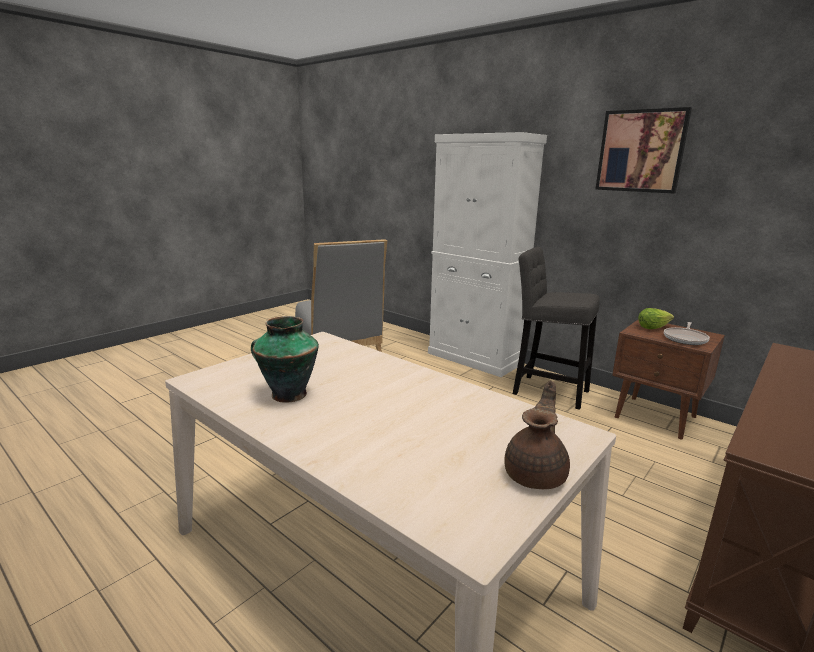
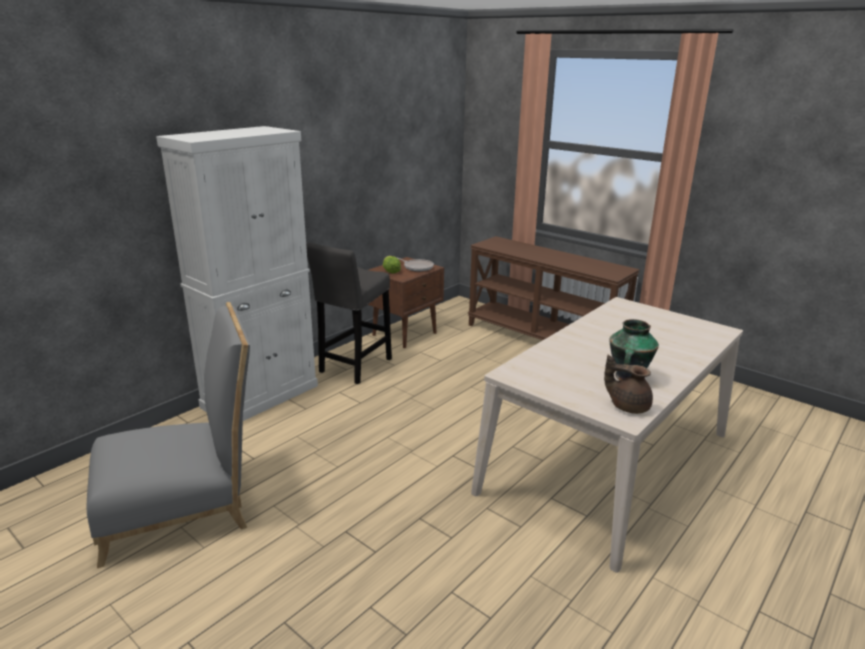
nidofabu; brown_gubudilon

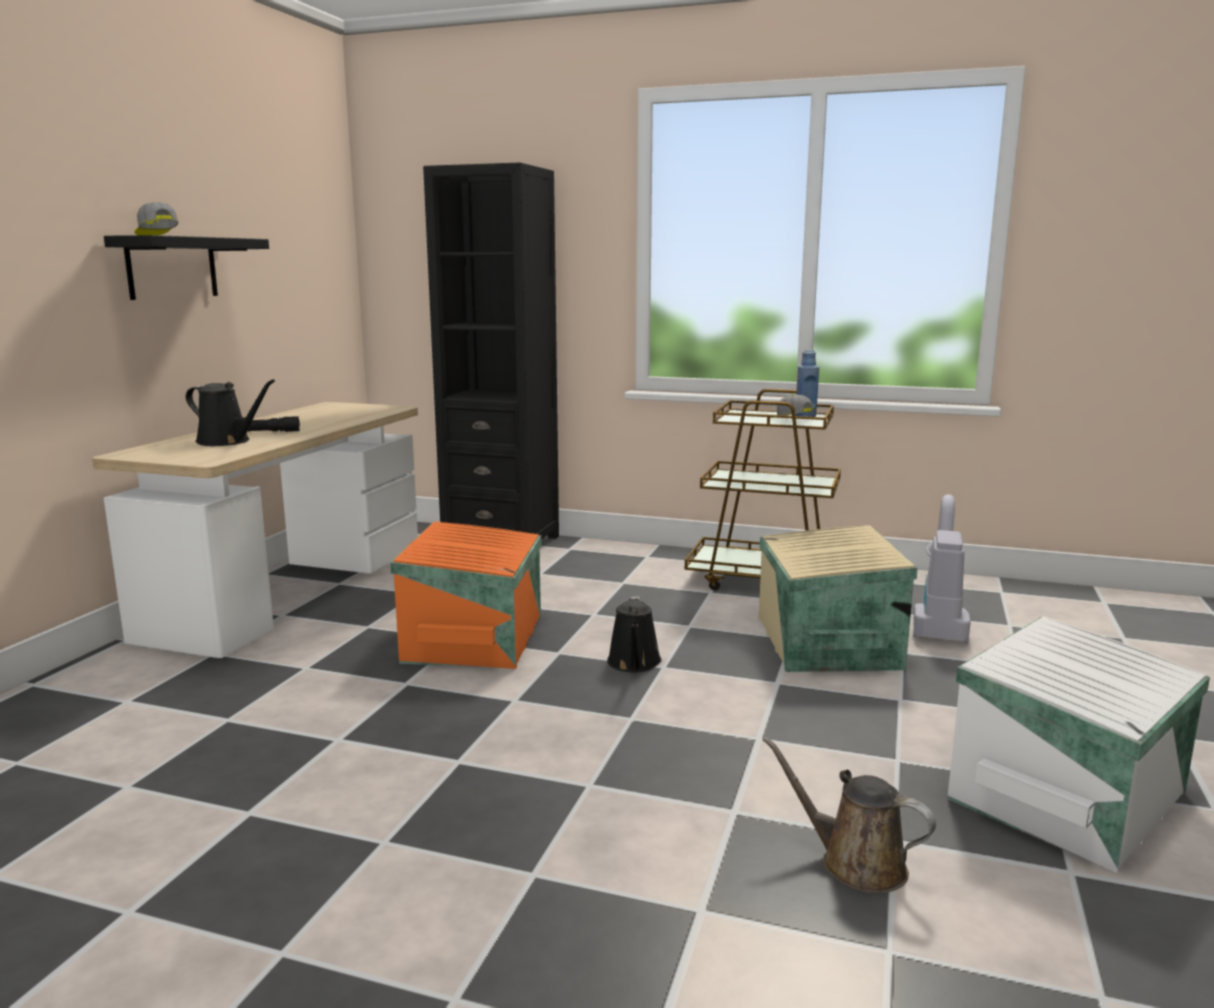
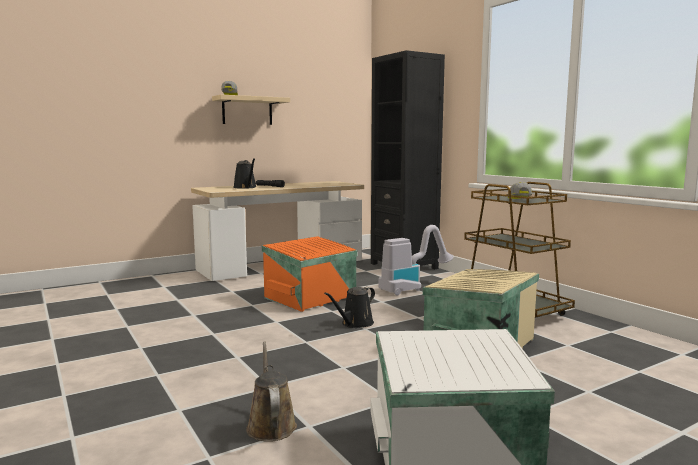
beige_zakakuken; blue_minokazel; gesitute

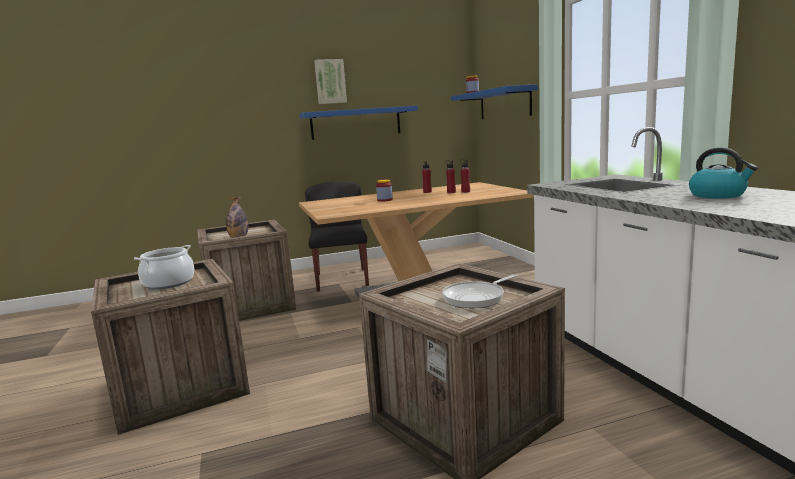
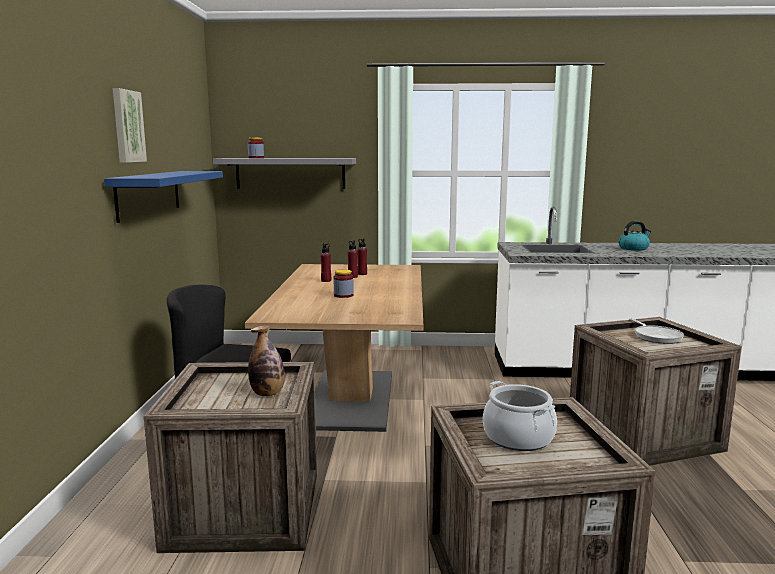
grey_zakakuken

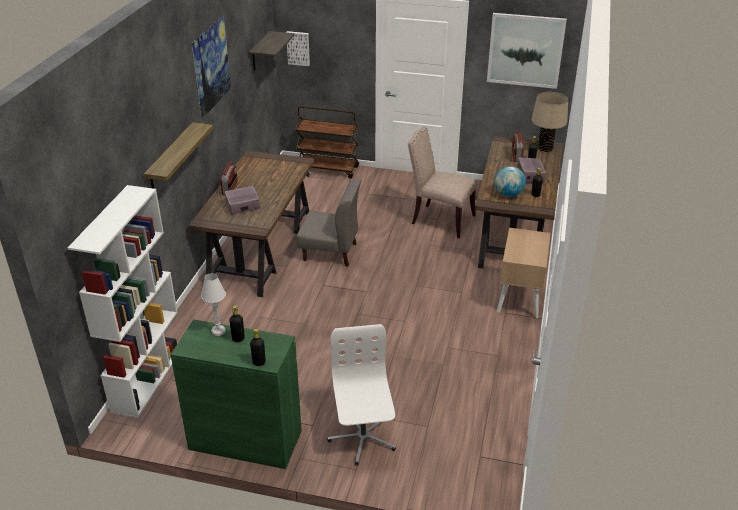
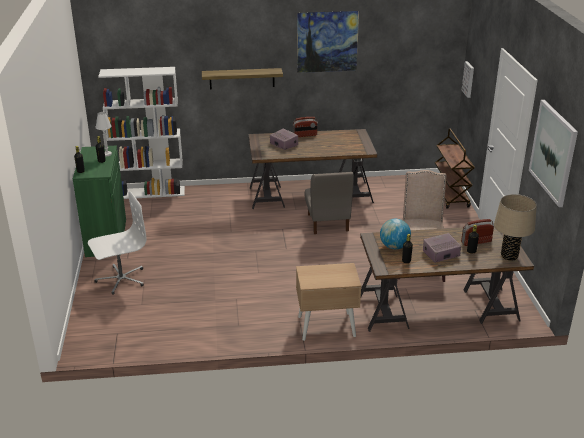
zakakuken (no. 2 from left in the first image)

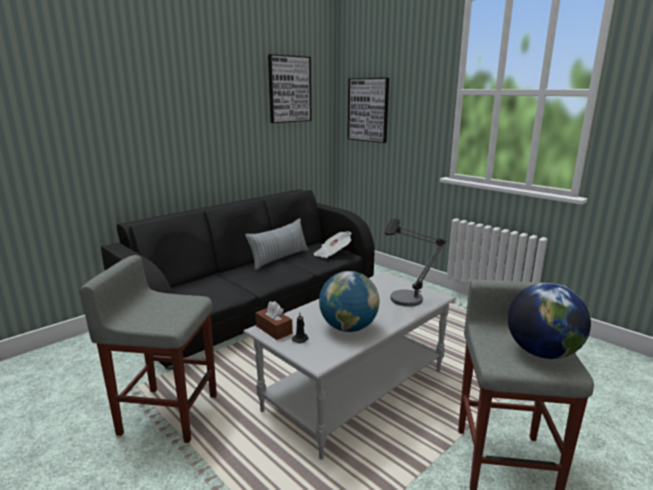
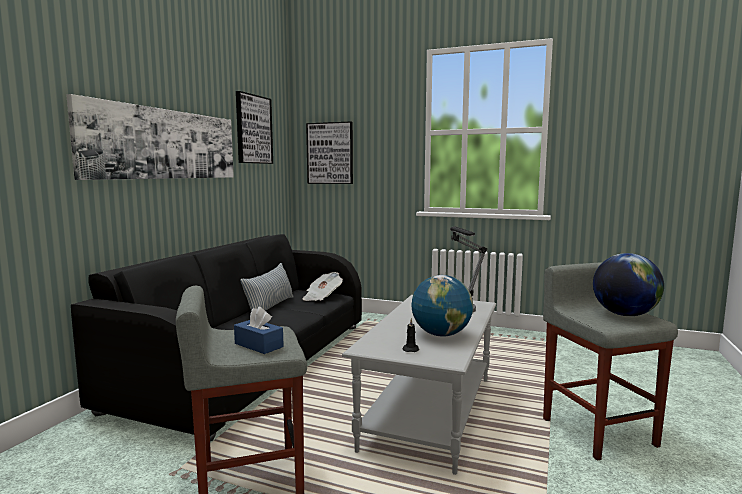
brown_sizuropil; nidofabu (no. 1 from left); blue_sizuropil

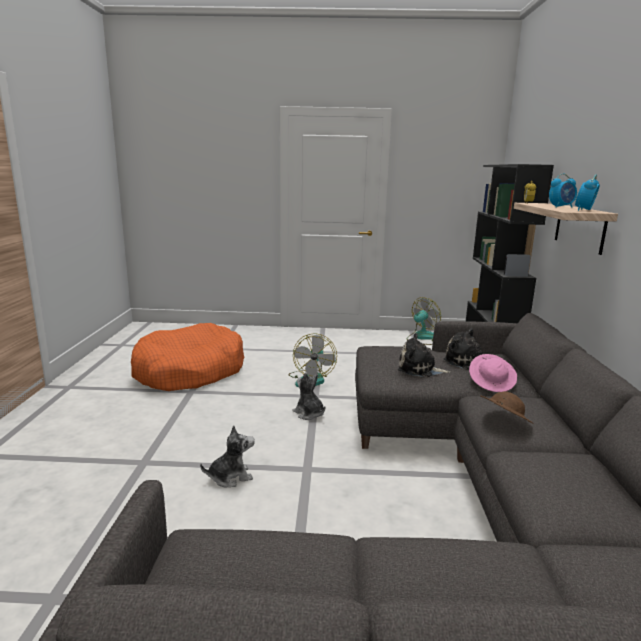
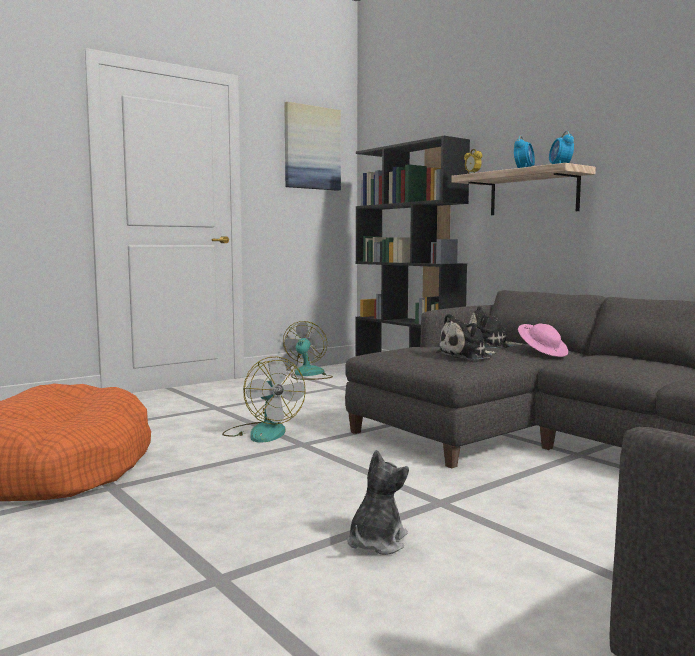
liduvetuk (no. 2 from left in the first image); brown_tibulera; nidofabu

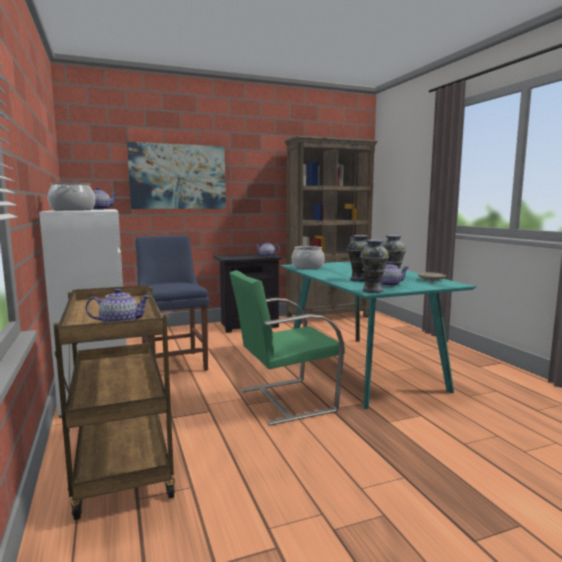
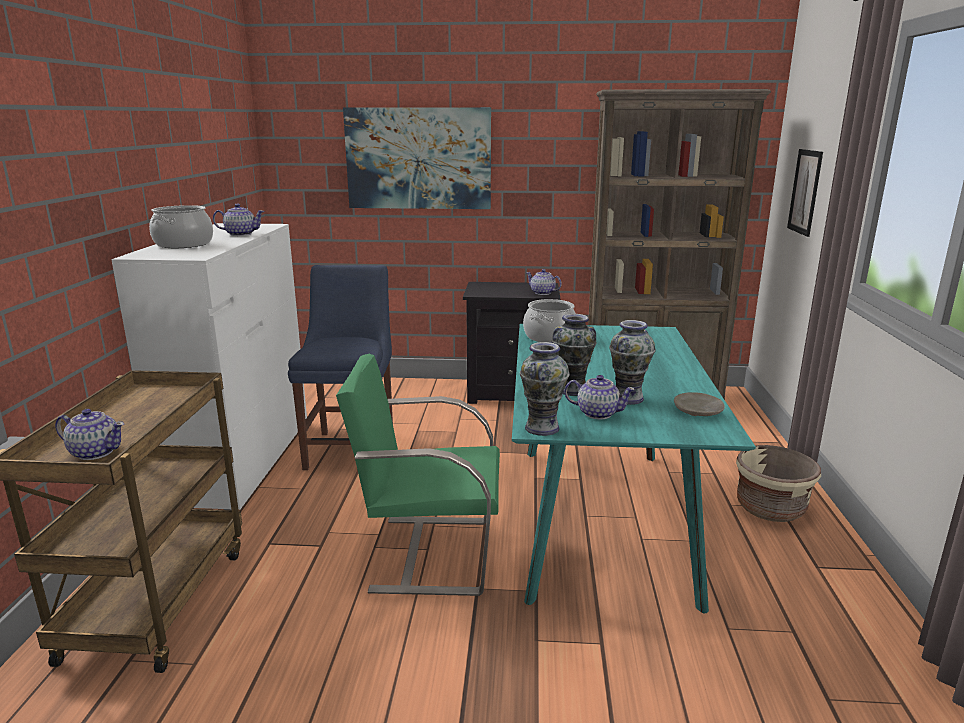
nidofabu (no. 2 from left); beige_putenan

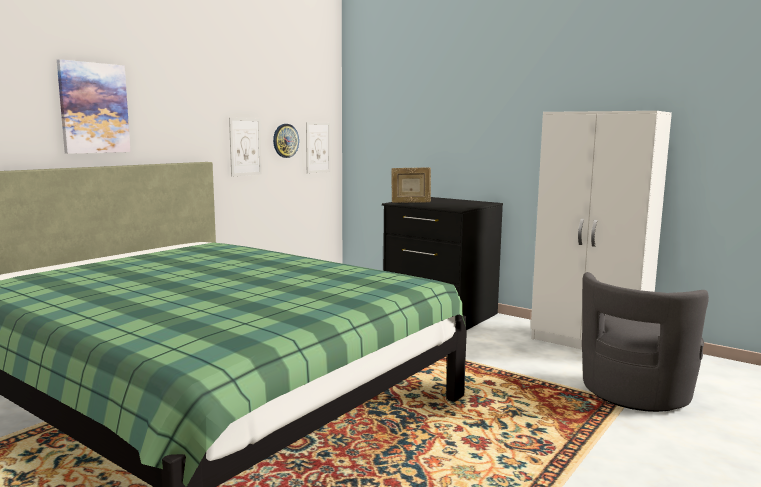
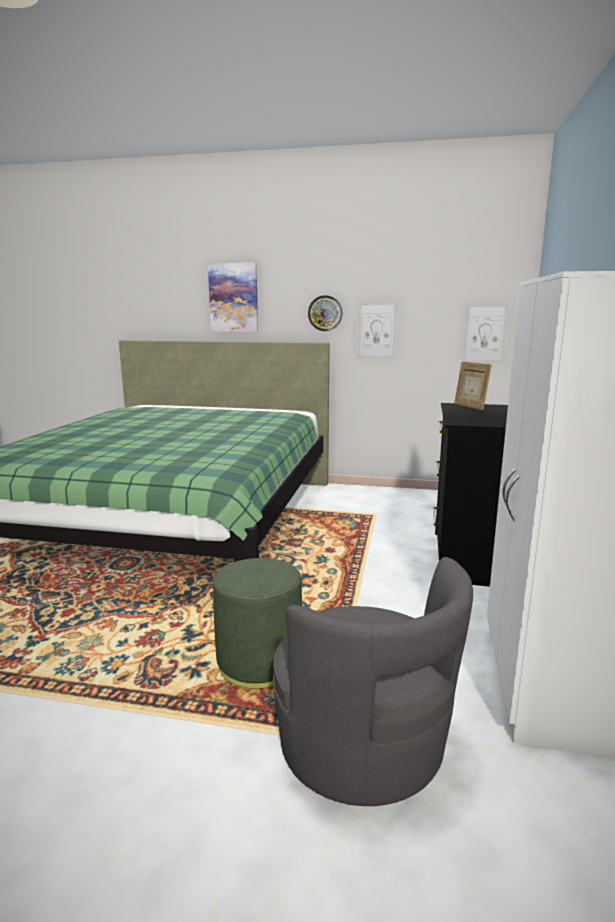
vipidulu; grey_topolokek; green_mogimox

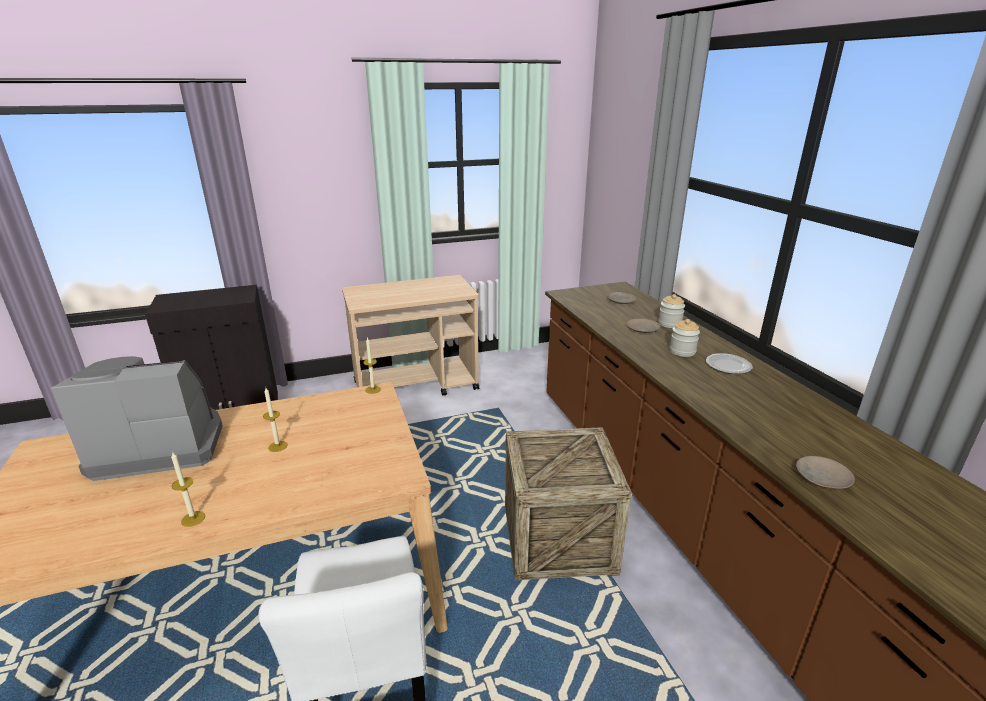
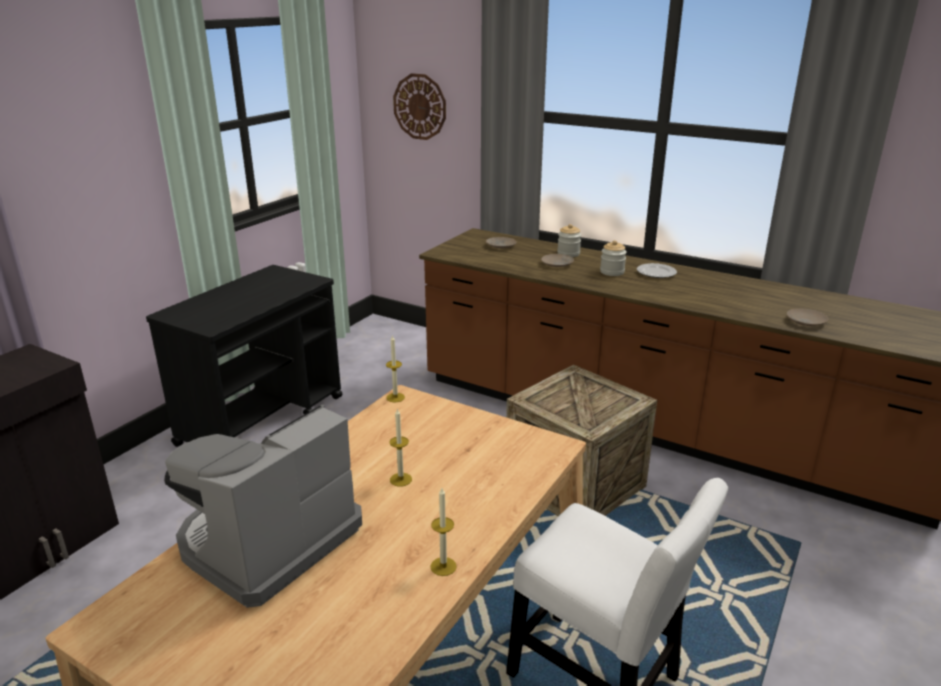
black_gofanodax; vipidulu

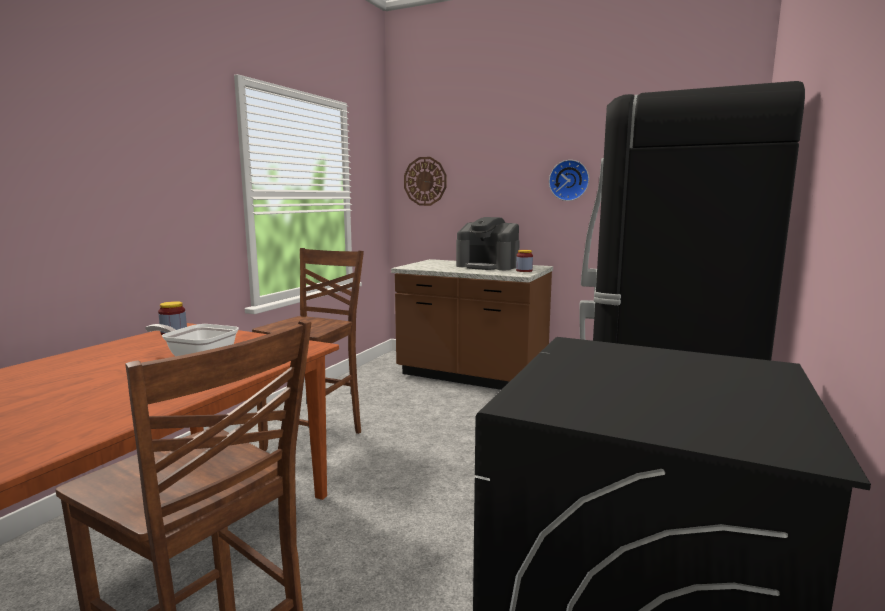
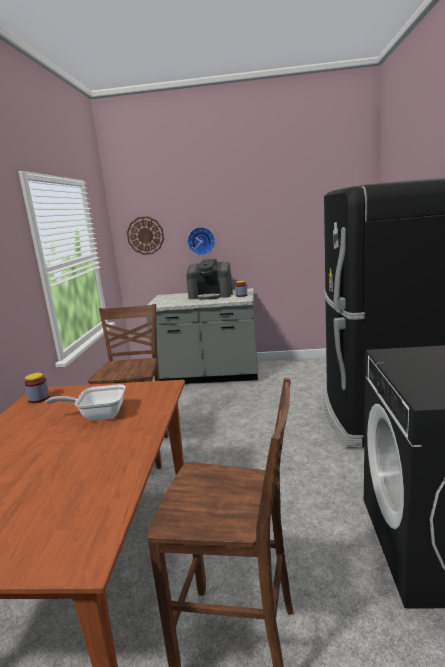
vipidulu (no. 2 from left); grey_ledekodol

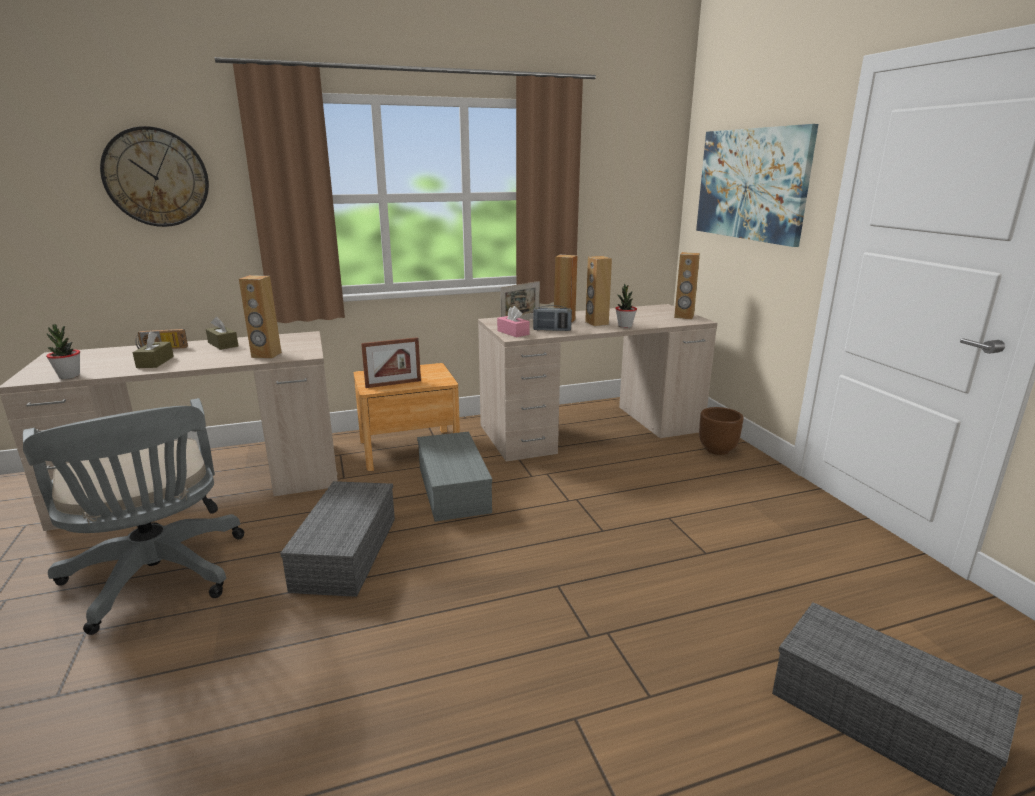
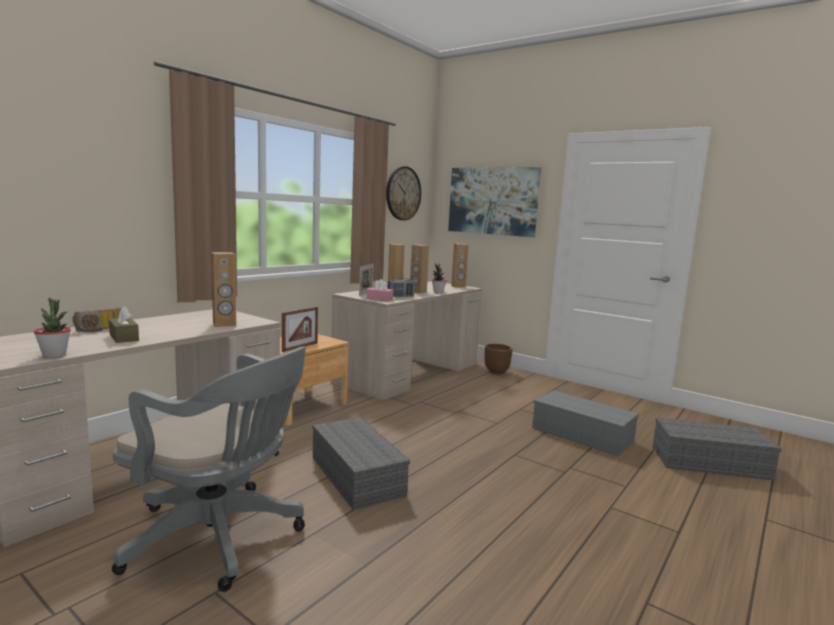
vipidulu; brown_sizuropil (no. 2 from left in the first image); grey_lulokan (no. 2 from left)

